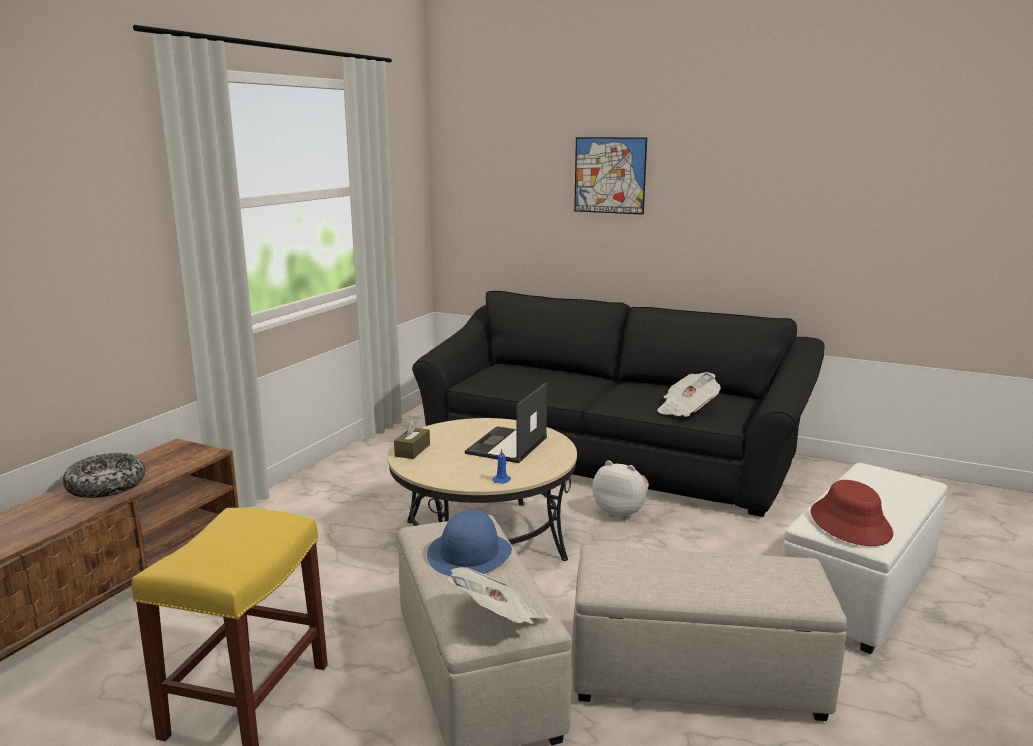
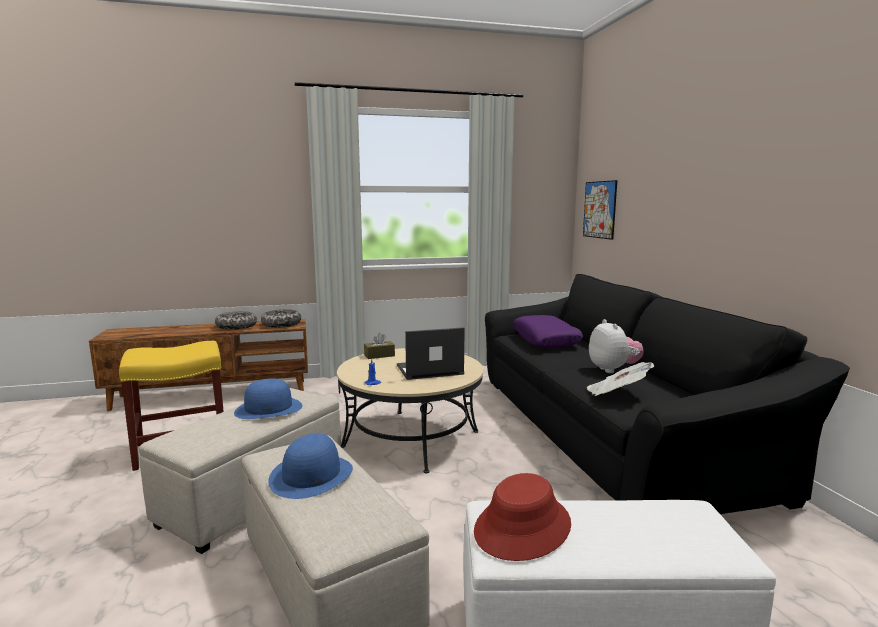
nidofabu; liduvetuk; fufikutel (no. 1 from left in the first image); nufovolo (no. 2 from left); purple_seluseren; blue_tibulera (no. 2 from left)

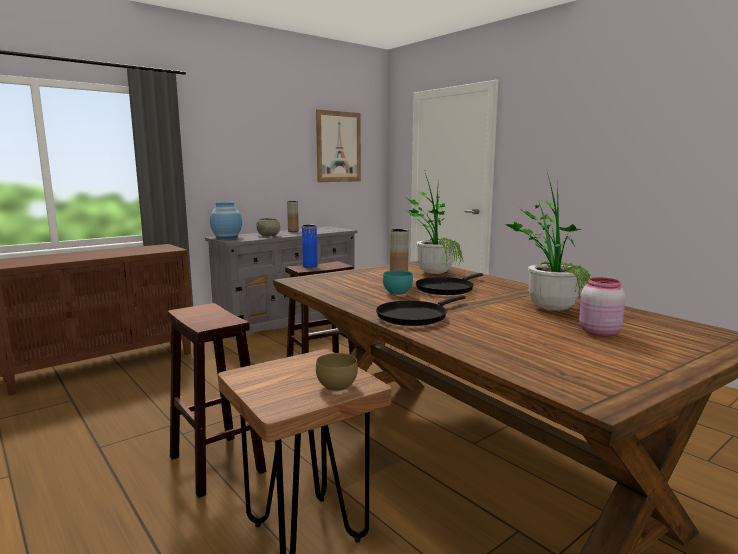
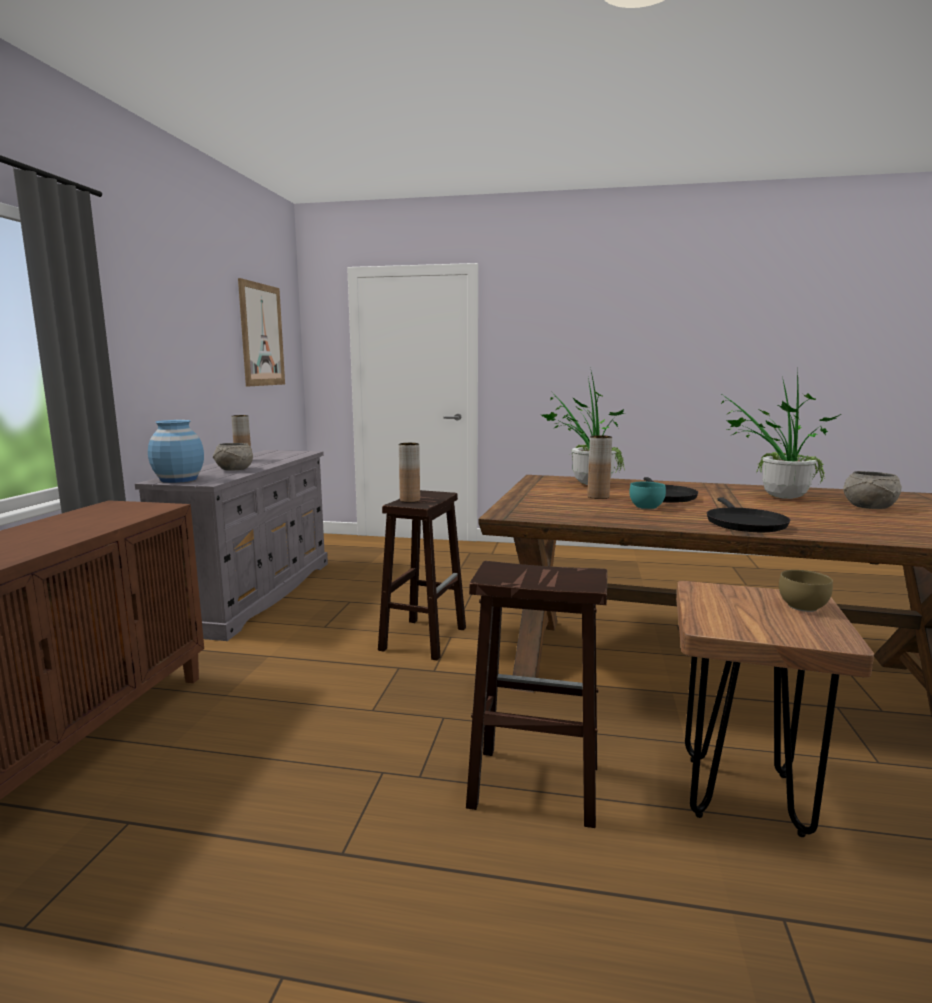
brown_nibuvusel (no. 2 from left); grey_nufovolo (no. 2 from left)

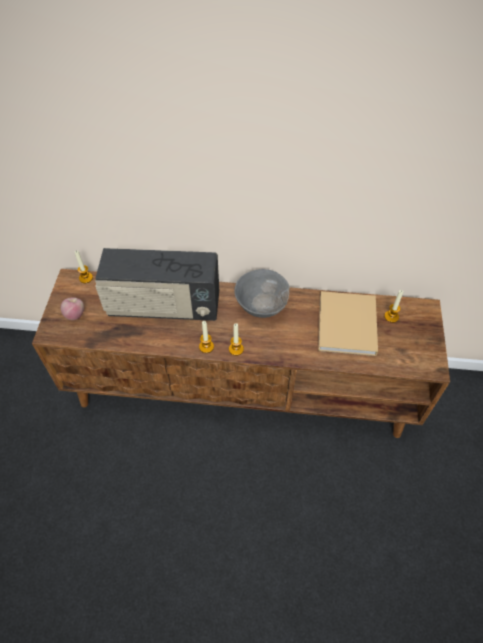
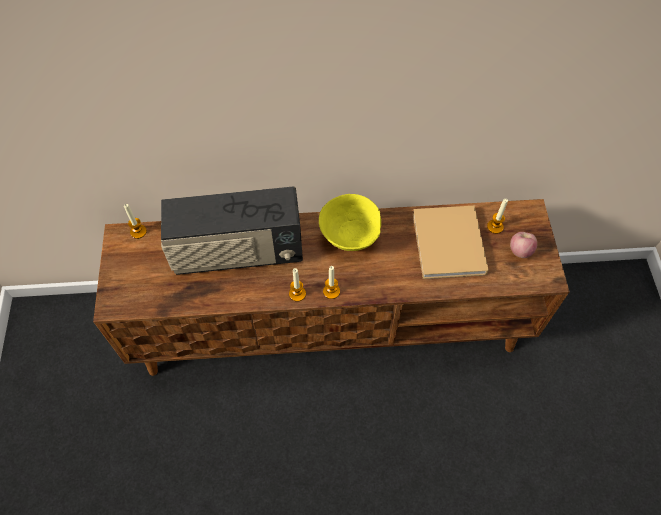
yellow_nufovolo; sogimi

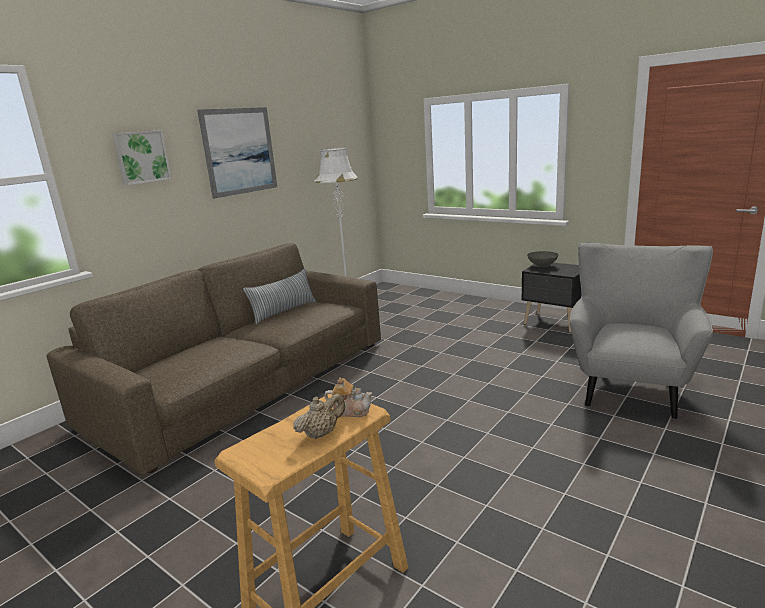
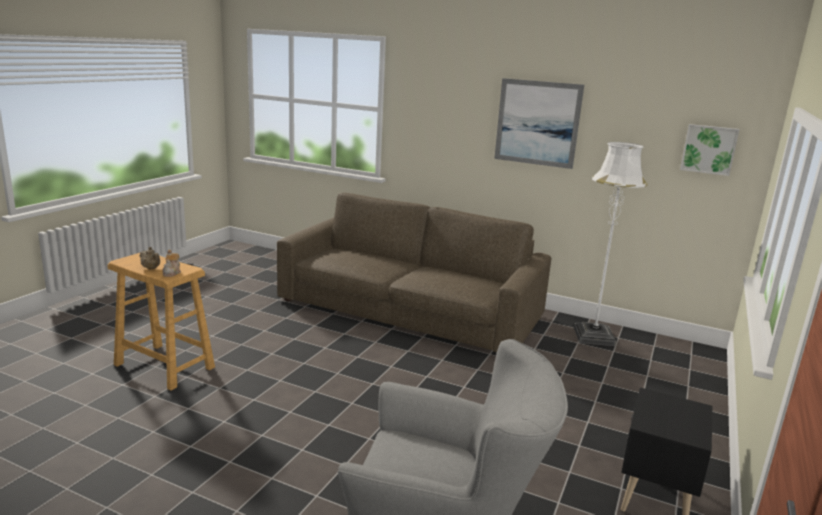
nidofabu (no. 2 from left); grey_nufovolo; seluseren

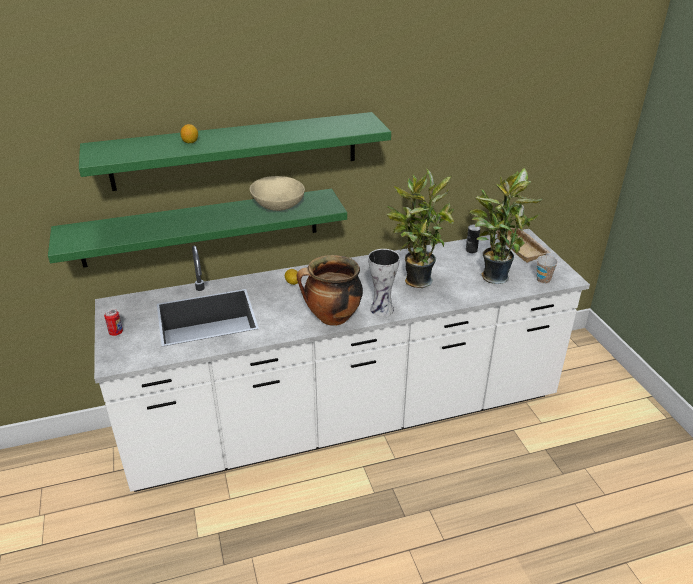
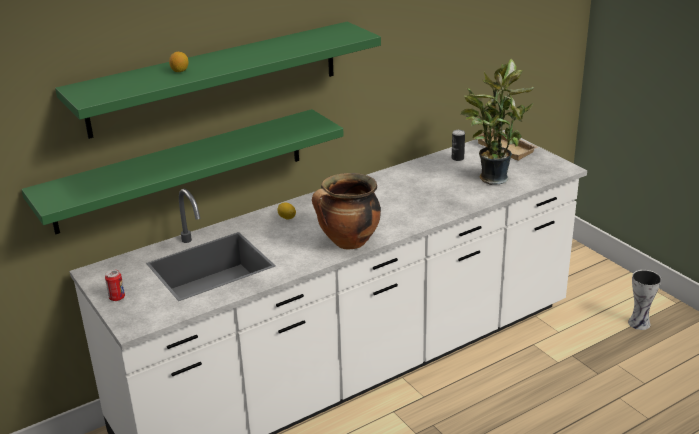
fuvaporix (no. 1 from left in the first image); beige_nufovolo; nibuvusel; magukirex

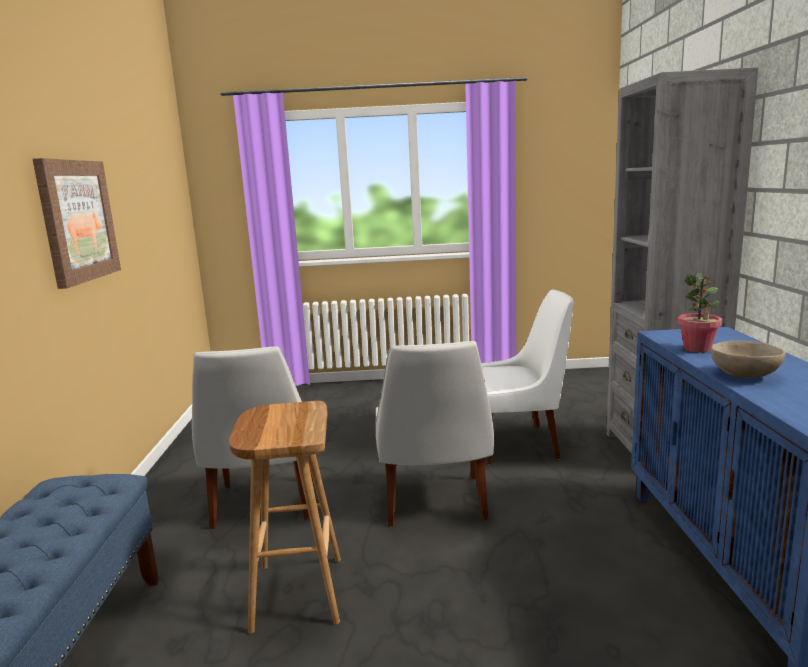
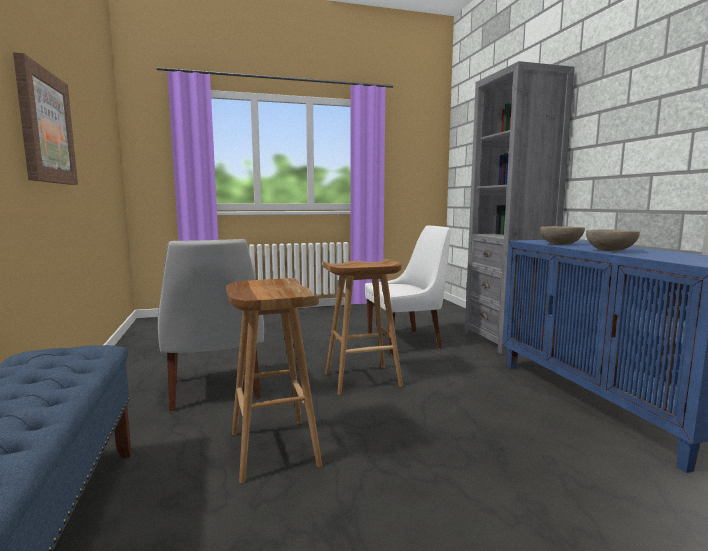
beige_nufovolo (no. 1 from left); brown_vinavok (no. 2 from left)

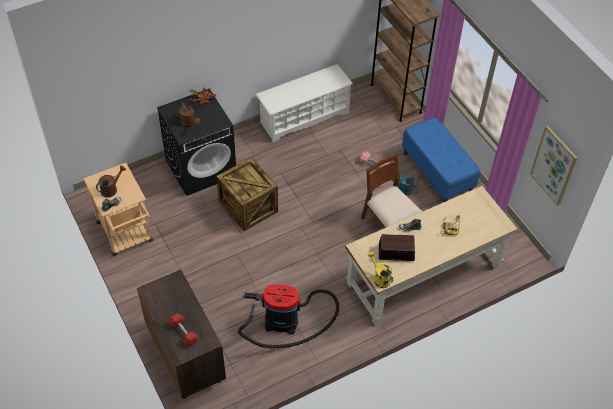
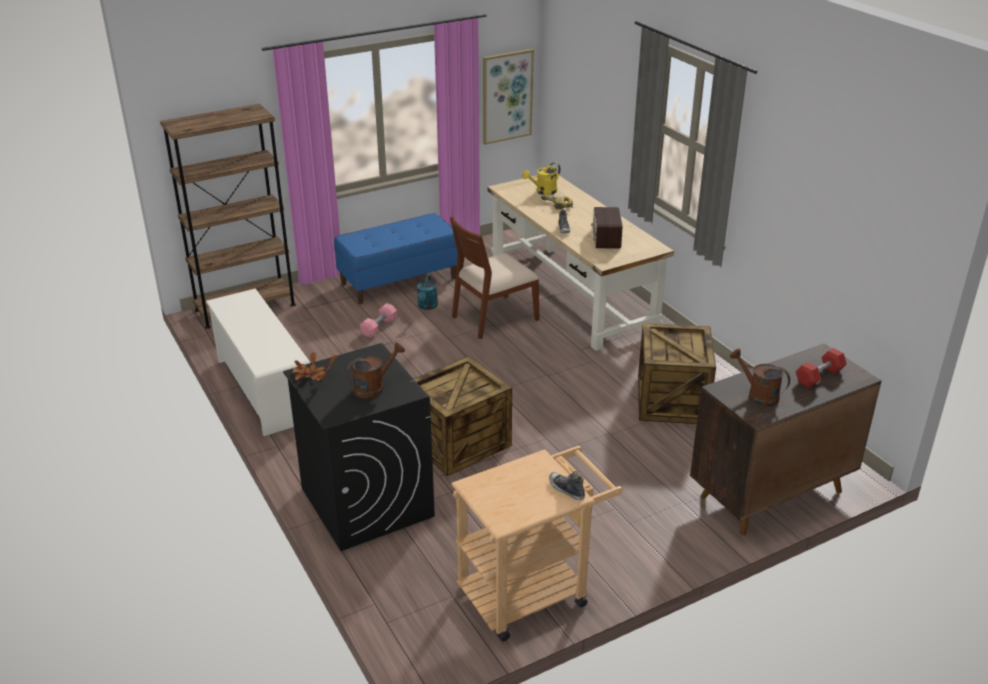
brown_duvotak (no. 2 from left); yellow_duvotak; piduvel (no. 2 from left)

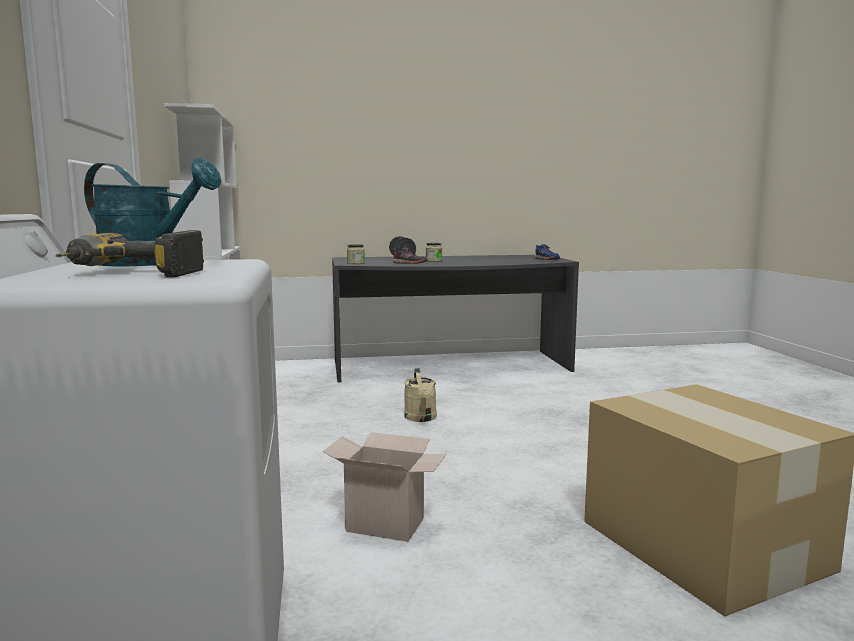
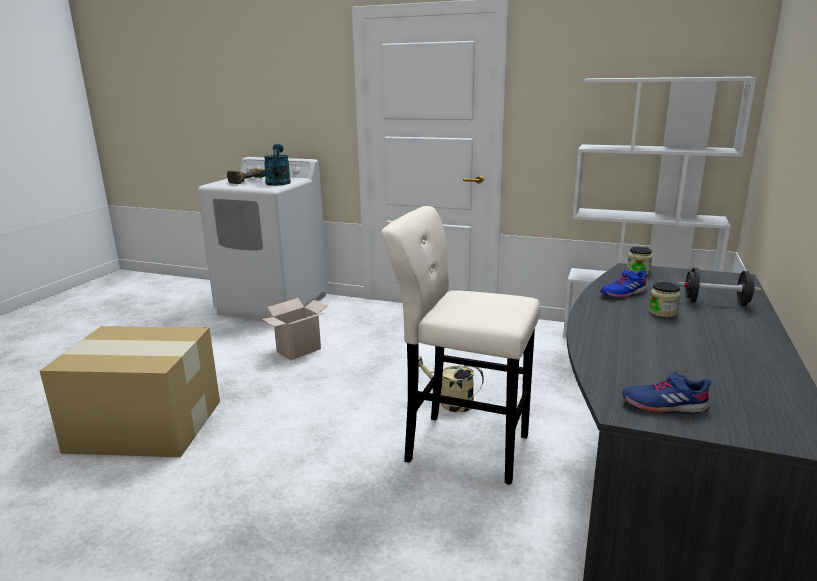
turquoise_duvotak; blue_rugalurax (no. 1 from left); beige_vinavok

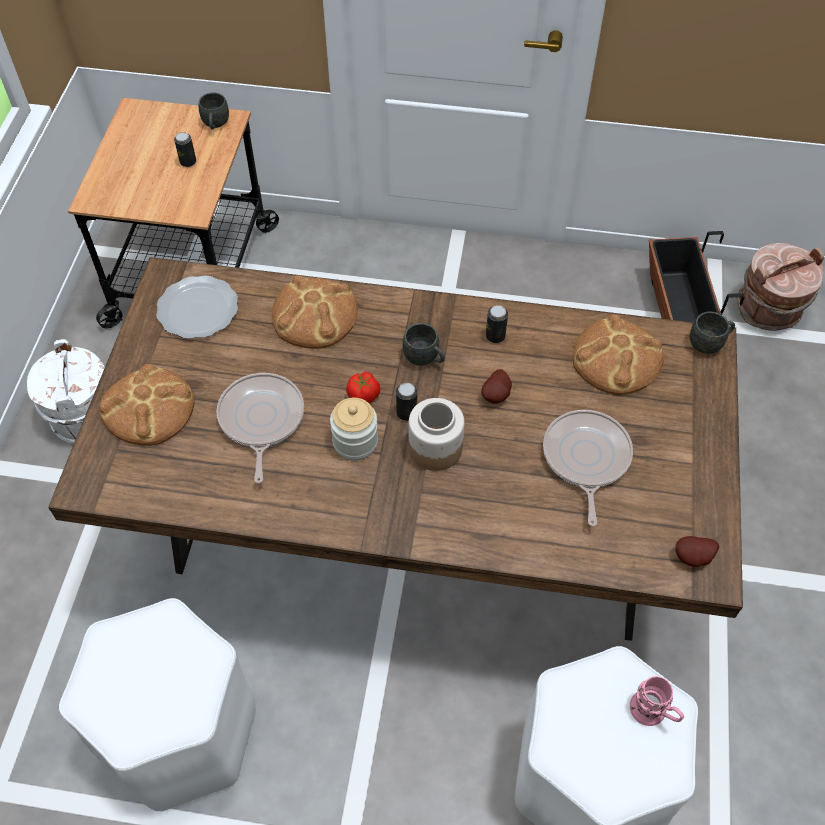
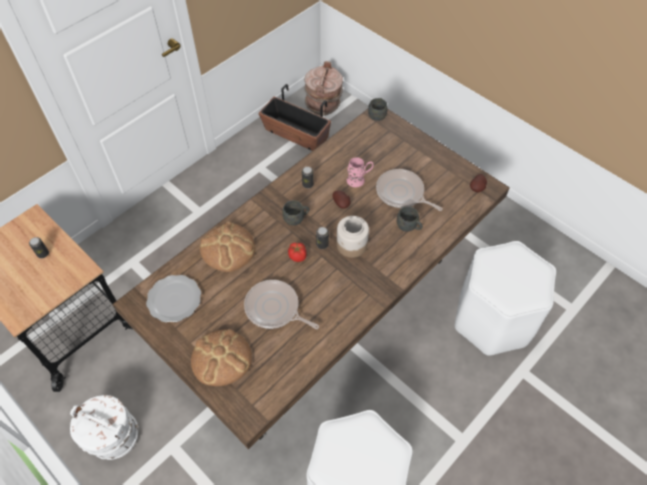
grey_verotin (no. 3 from left); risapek (no. 3 from left in the first image); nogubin (no. 1 from left in the first image); pink_verotin

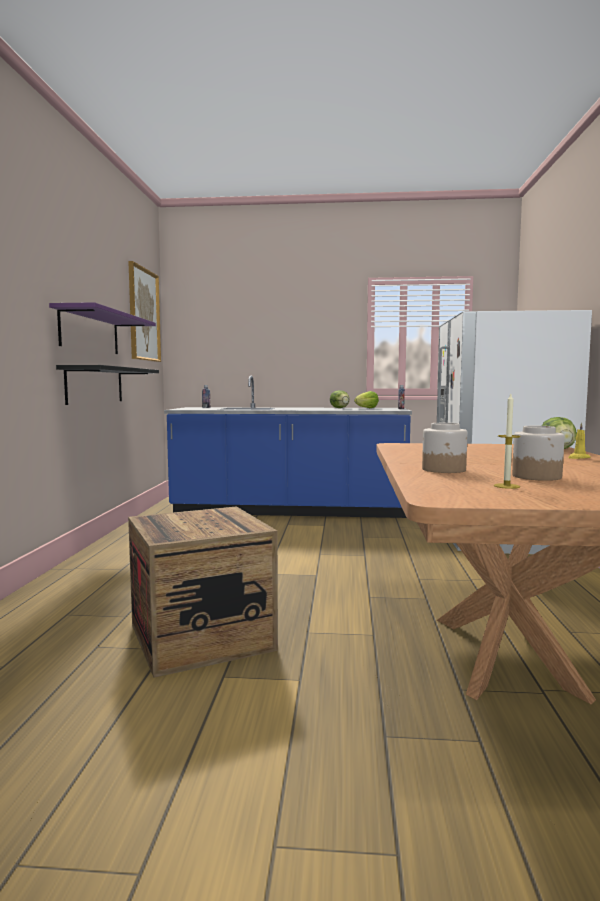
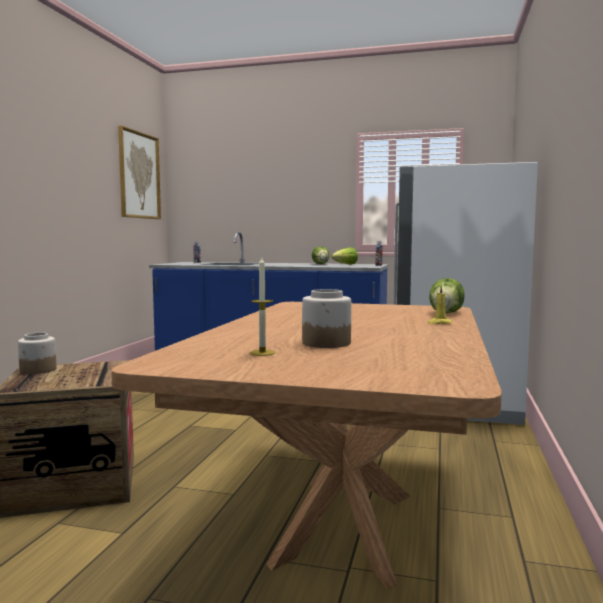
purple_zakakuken; black_zakakuken; nogubin (no. 1 from left)

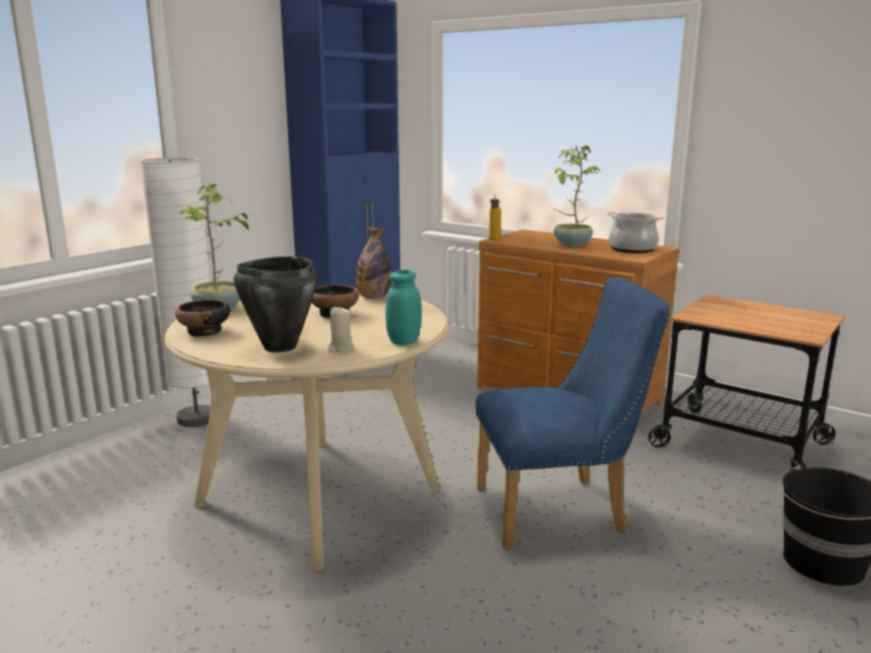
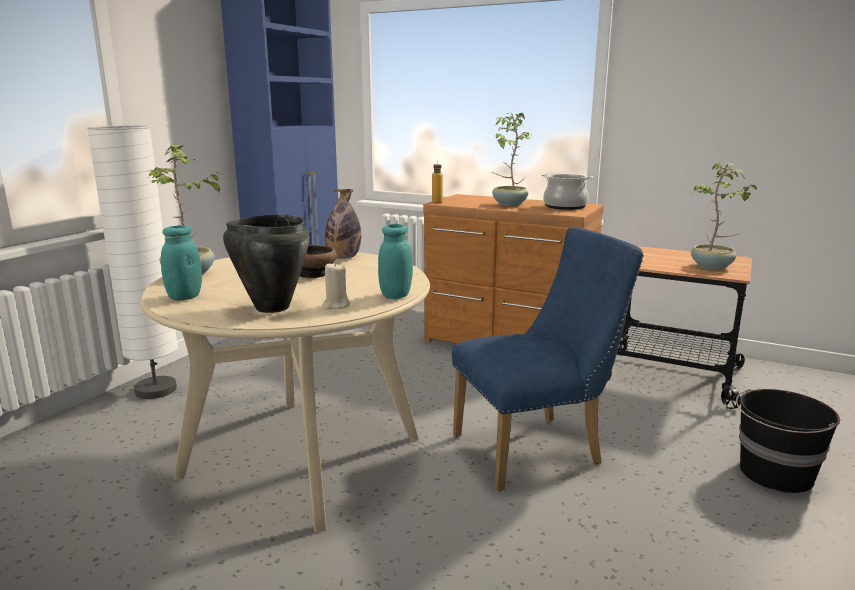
turquoise_nogubin (no. 1 from left); fuvaporix (no. 3 from left)

